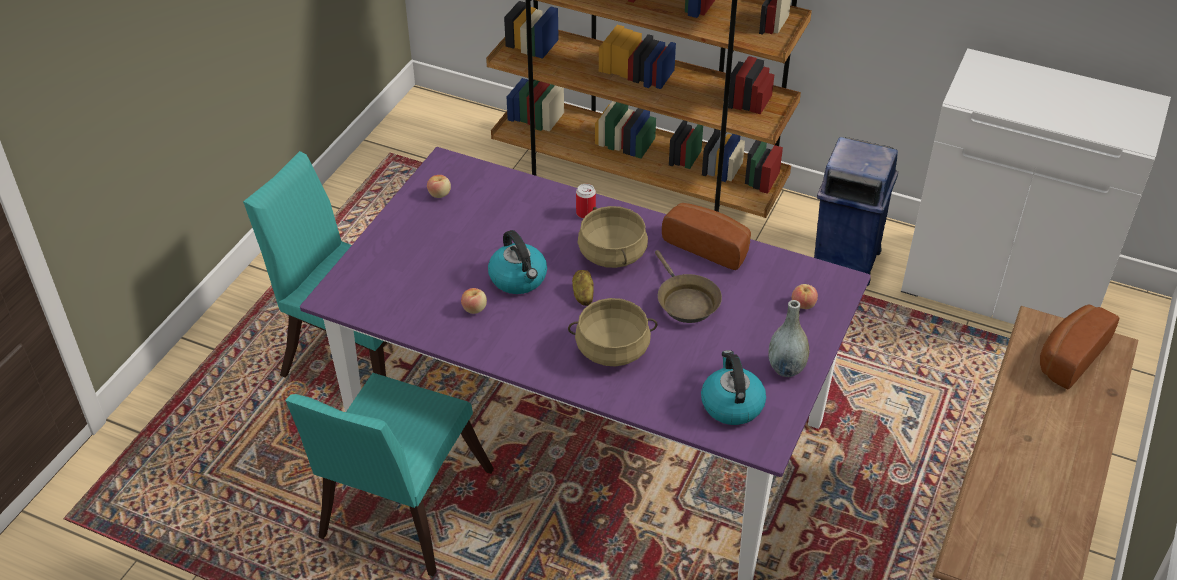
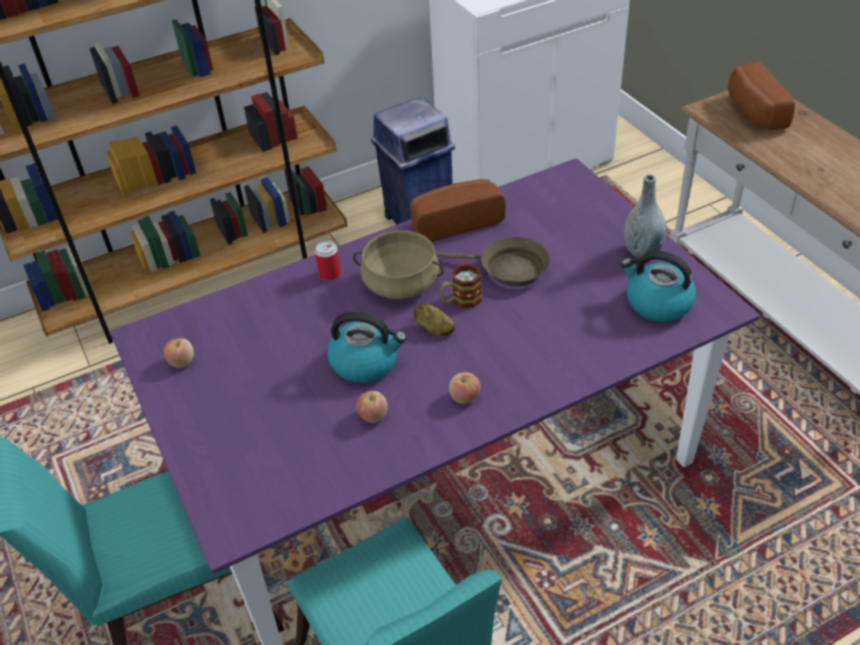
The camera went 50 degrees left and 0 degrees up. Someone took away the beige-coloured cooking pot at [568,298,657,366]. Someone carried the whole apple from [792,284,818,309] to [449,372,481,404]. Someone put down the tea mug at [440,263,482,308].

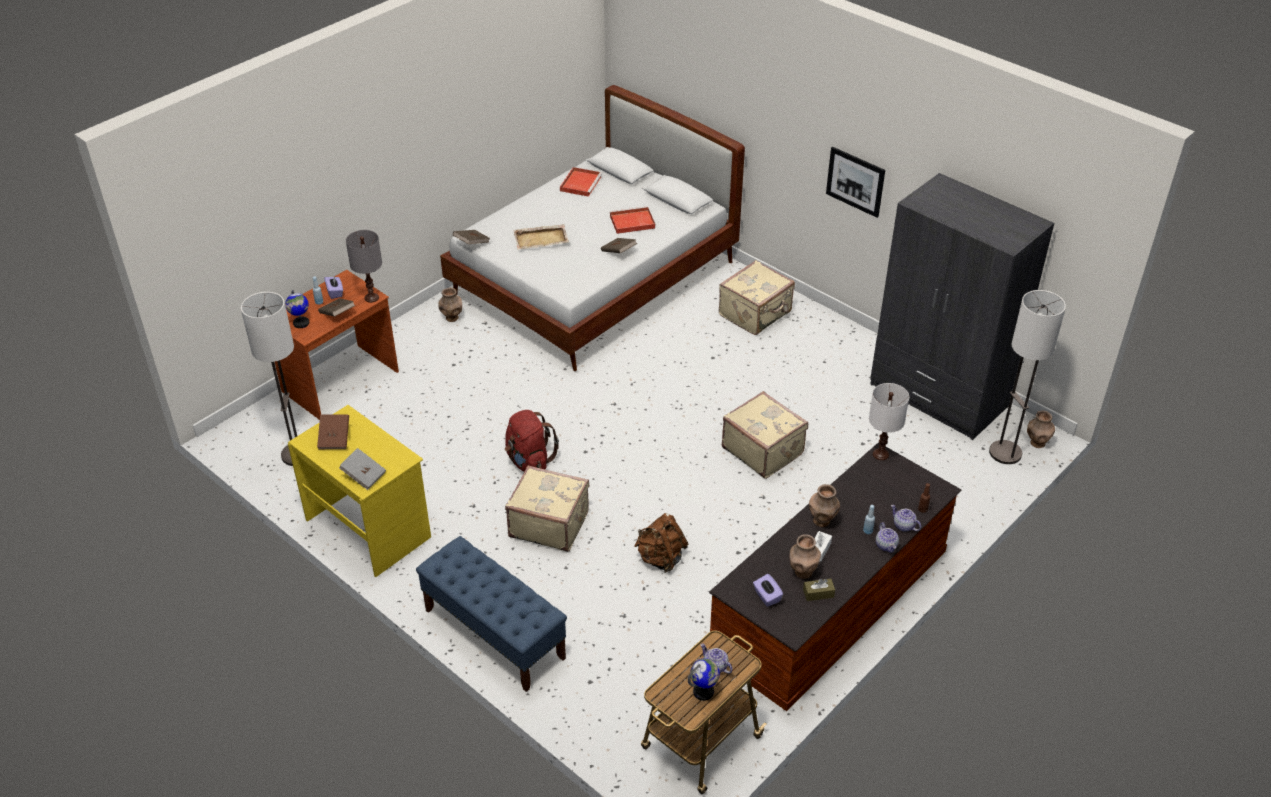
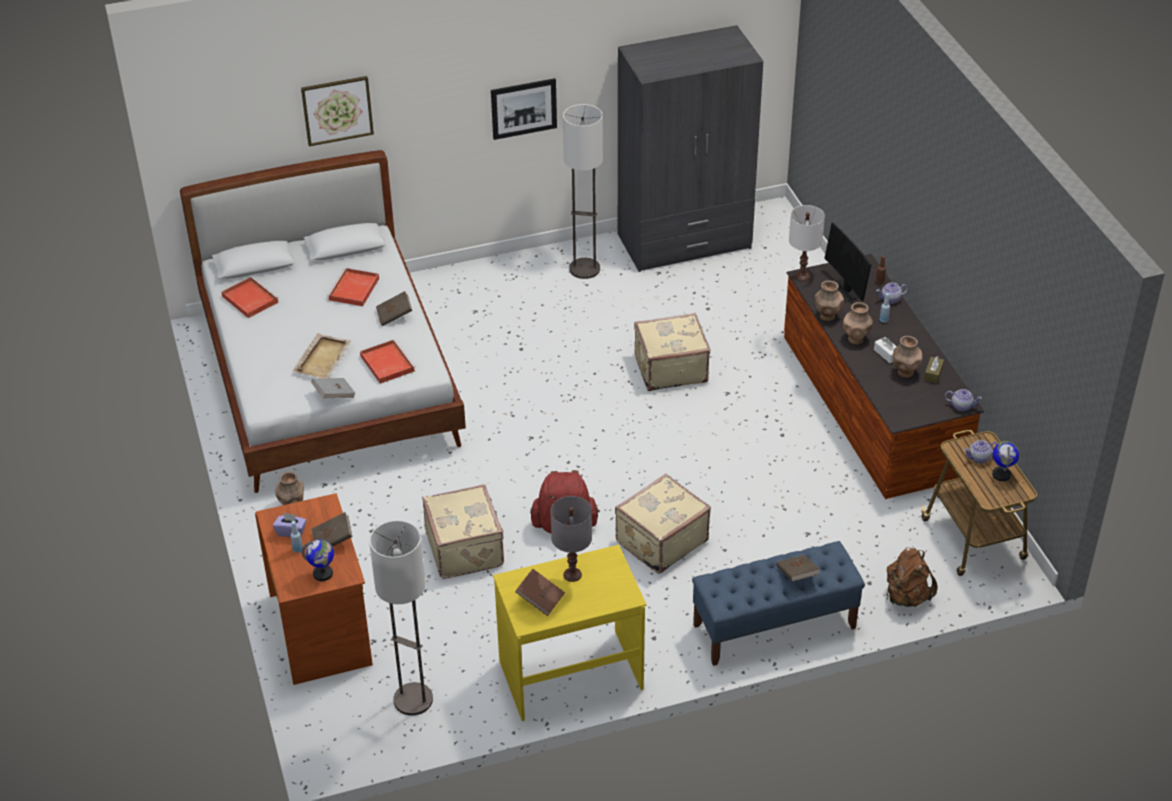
The camera went 60 degrees left and 0 degrees up. Someone carried the greyish volume from [339,448,386,490] to [311,378,356,399]. Someone carried the greyish table lamp from [346,230,382,303] to [551,496,592,582]. Someone carried the brown volume from [453,230,490,244] to [776,555,820,582]. Someone carried the brown knapsack from [634,513,688,573] to [887,547,937,607]. Someone carried the beige-coloured suitcase from [719,260,795,335] to [422,484,504,579]. Someone took away the purplish tissue box at [753,574,783,607]. Someone carried the teapot from [876,522,899,553] to [945,389,982,411]. Someone carried the standing lamp from [989,290,1066,464] to [563,104,603,279]. Someone carried the brown decorative vase from [1027,410,1055,448] to [814,280,844,321]. Someone put up the wall art at [301,76,374,146]. Someone put down the red-coloured tray at [360,339,416,384]. Someone put down the computer screen at [824,223,872,302].

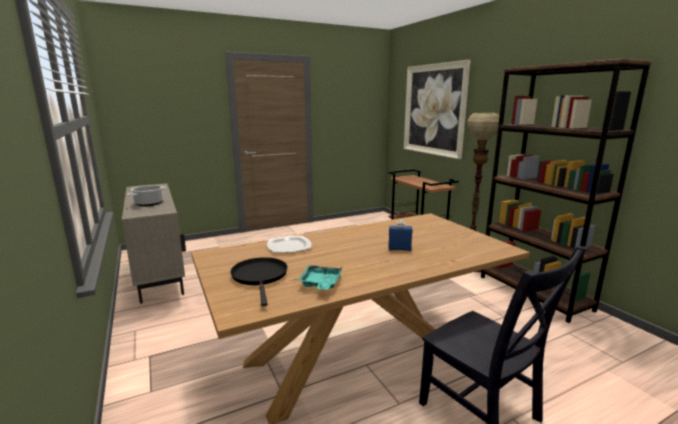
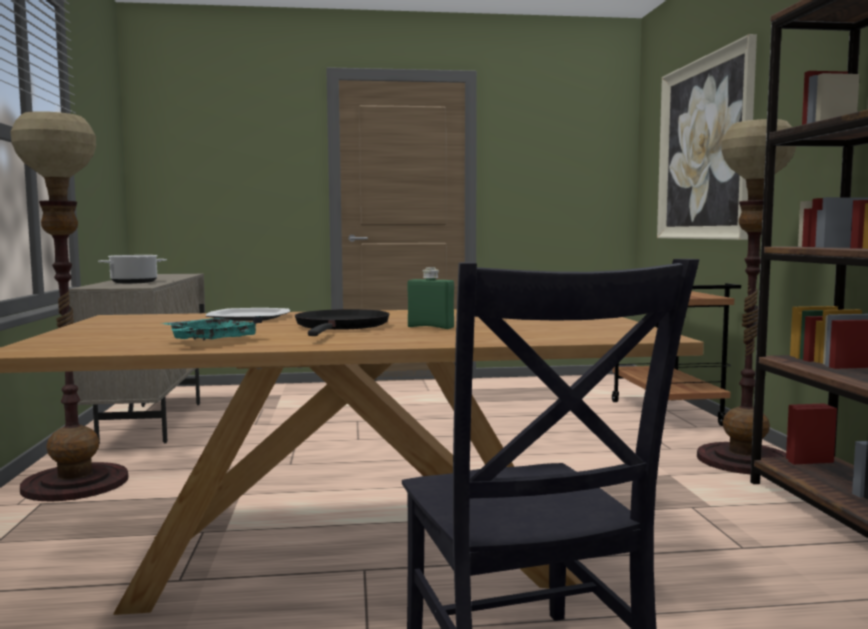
The camera went 20 degrees right and 10 degrees down. Someone carried the black-coloured skillet from [230,257,288,306] to [295,309,389,336]. Someone repainted the blue bottle at [388,220,413,251], which became the green-coloured bottle at [407,267,454,329]. Someone put down the standing lamp at [11,111,129,501].

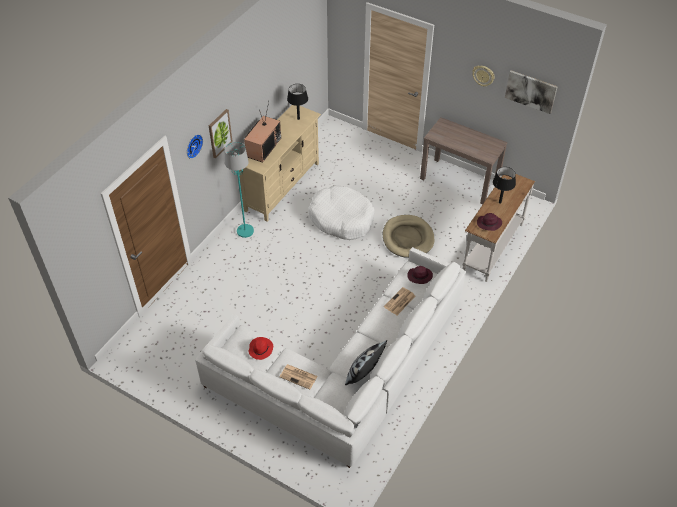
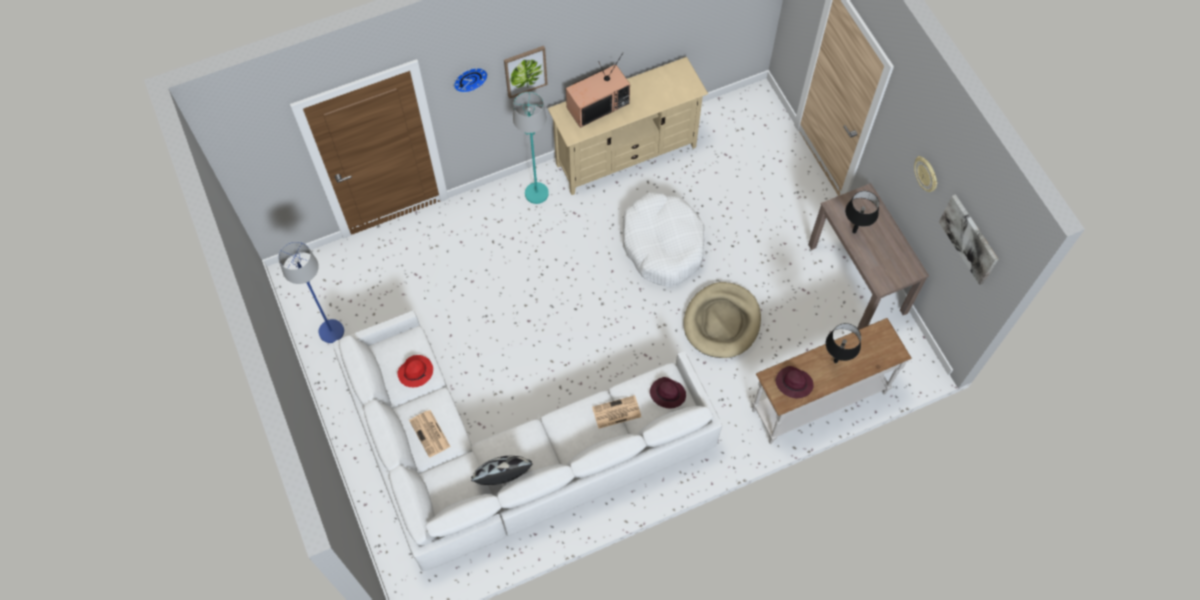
The camera went 35 degrees right and 15 degrees up. Someone carried the black-coloured table lamp from [287,84,308,120] to [845,191,879,234]. Someone put down the blue standing lamp at [278,241,344,343].

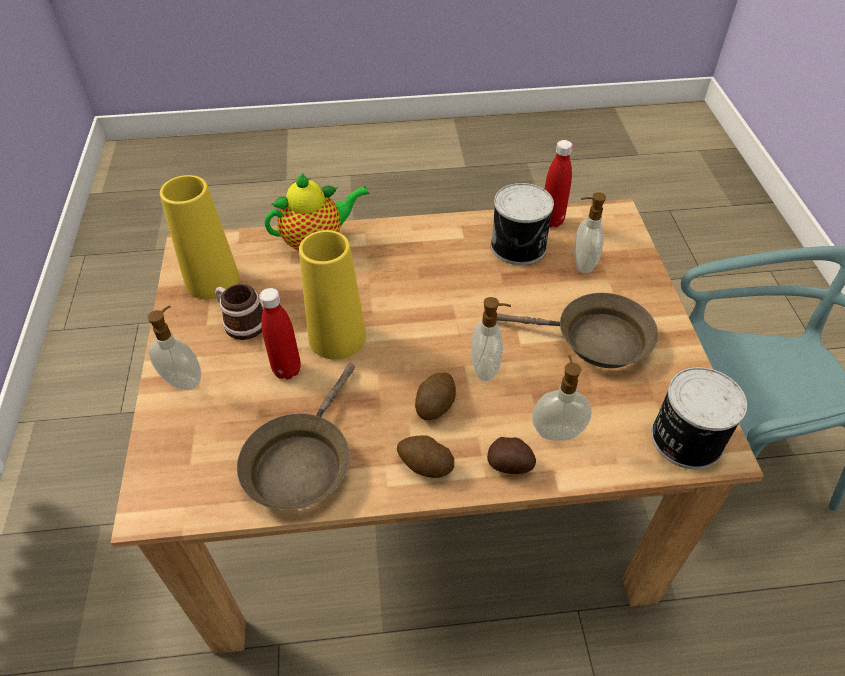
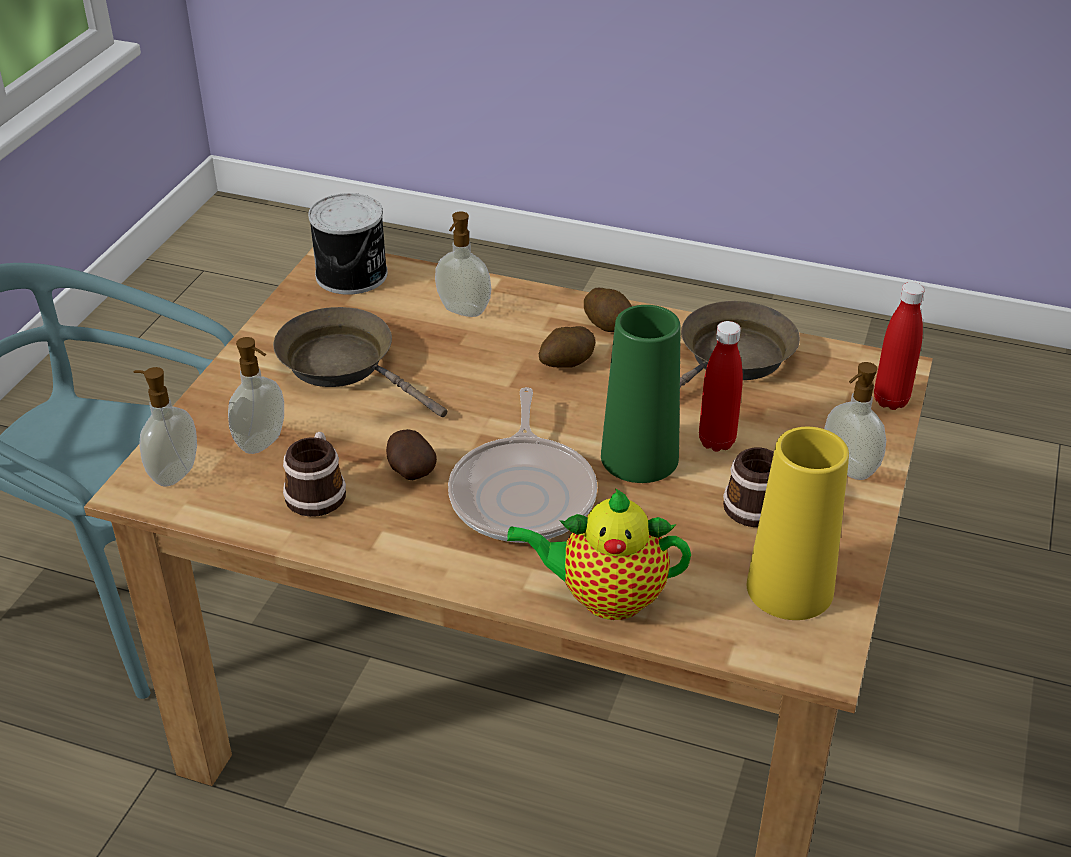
The camera went 155 degrees left and 10 degrees down. Someone repainted the yellowish decorative vase at [299,230,366,360], which became the green-coloured decorative vase at [601,305,681,483]. Someone carried the soap bottle from [471,297,511,381] to [134,367,197,487]. Someone carried the whole potato from [487,437,536,474] to [386,429,437,480]. Someone swapped the metal can at [491,183,554,265] for the tea mug at [283,432,346,517]. Someone carried the red-coloured bottle from [545,140,573,227] to [874,282,925,410]. Someone put down the skillet at [448,387,597,543].

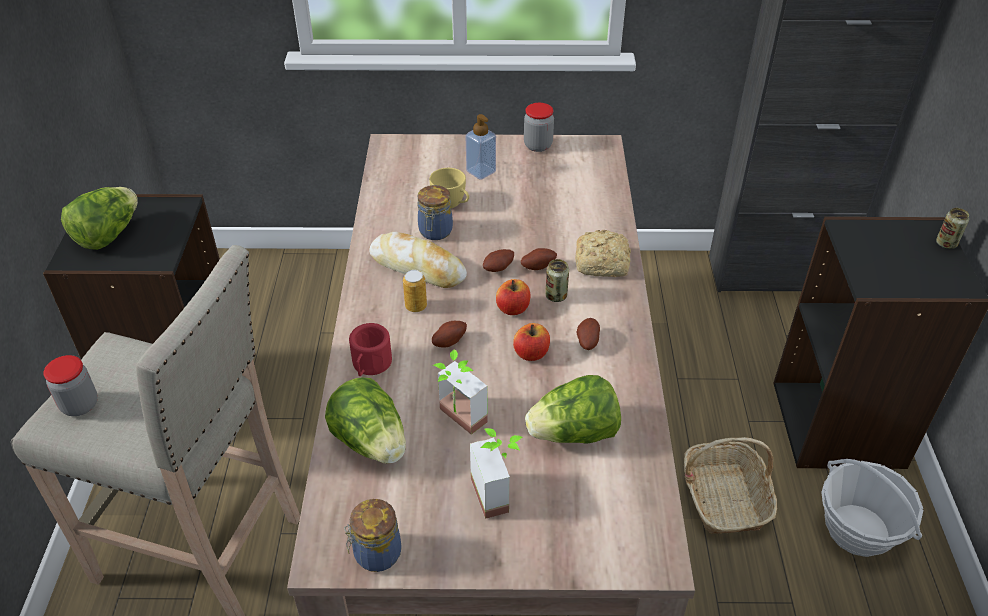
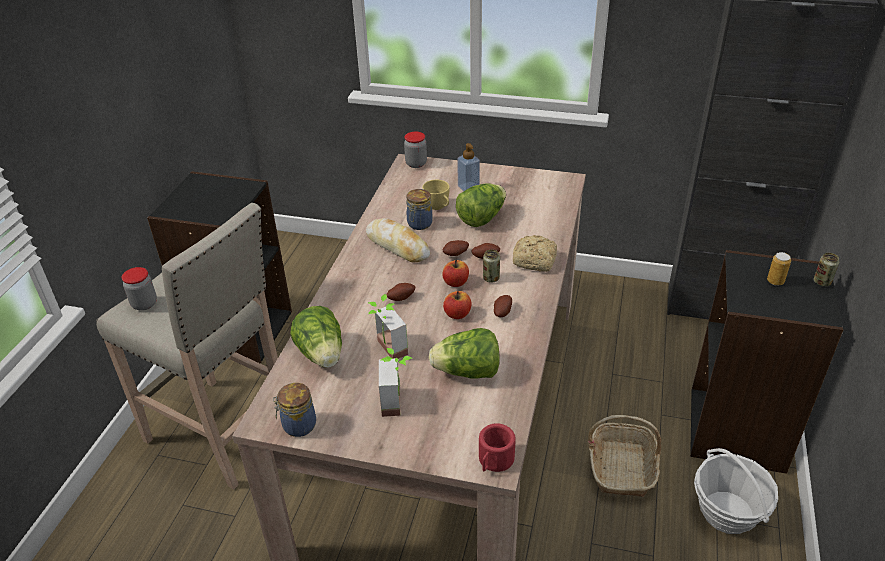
The camera went 15 degrees right and 5 degrees down. Someone carried the lettuce head from [61,187,138,250] to [456,183,506,227]. Someone carried the red-coloured tea mug from [349,323,392,376] to [479,423,516,472]. Someone carried the metal can from [403,270,427,312] to [767,252,791,286]. Someone carried the jar from [524,103,554,152] to [404,131,427,168].

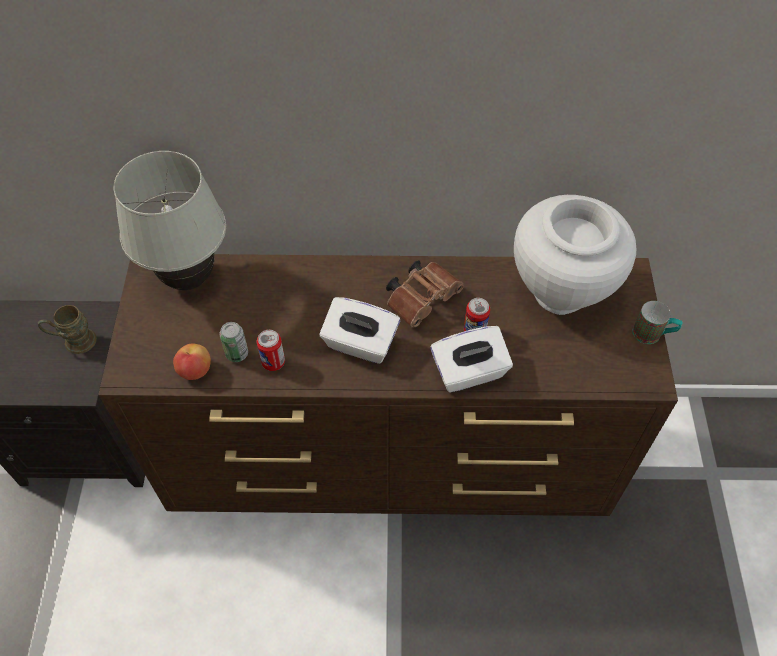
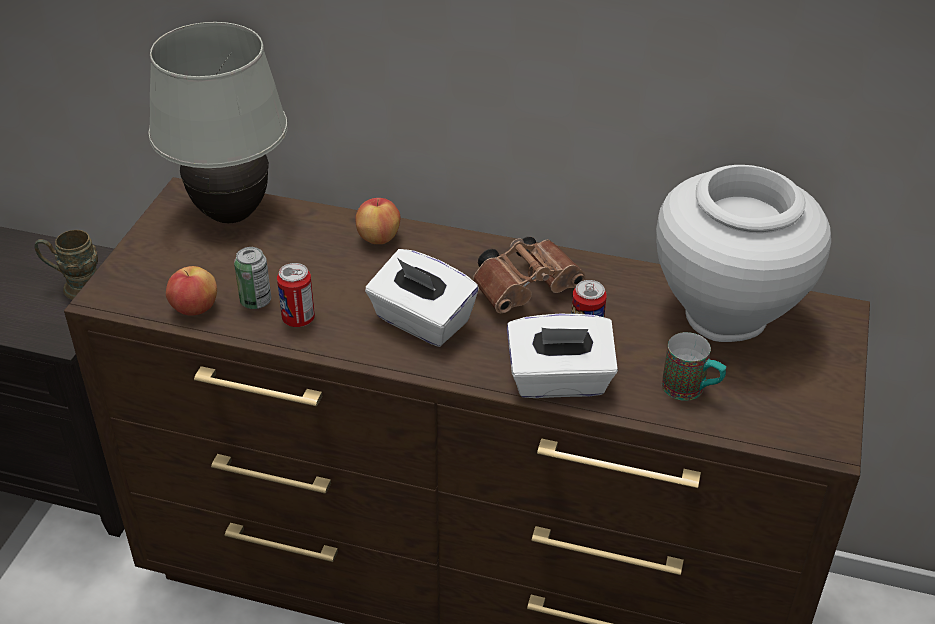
The camera went 15 degrees right and 15 degrees down. Someone carried the tea mug from [633,301,683,344] to [662,332,726,401]. Someone put down the whole apple at [355,198,400,244].

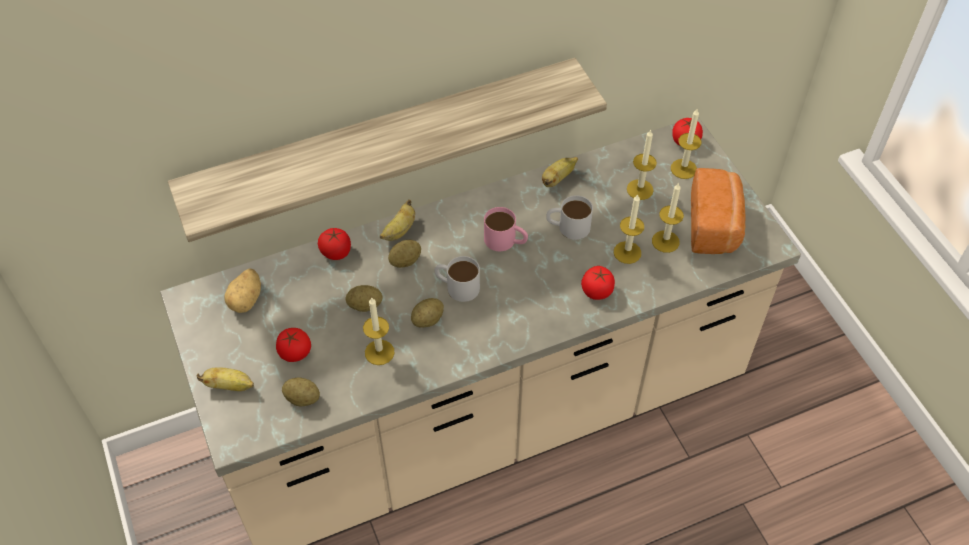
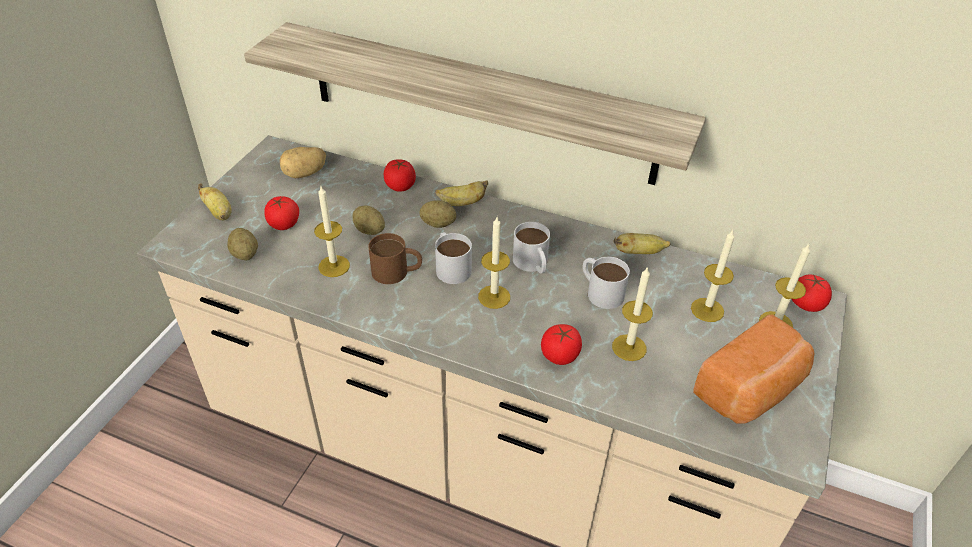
The camera went 45 degrees right and 10 degrees down. Someone swapped the whole potato at [411,298,444,328] for the brown tea mug at [368,233,422,284]. Someone repainted the pinkish tea mug at [484,207,528,251], which became the white-coloured tea mug at [513,222,550,273]. Someone carried the candle from [652,182,684,253] to [478,217,510,309].

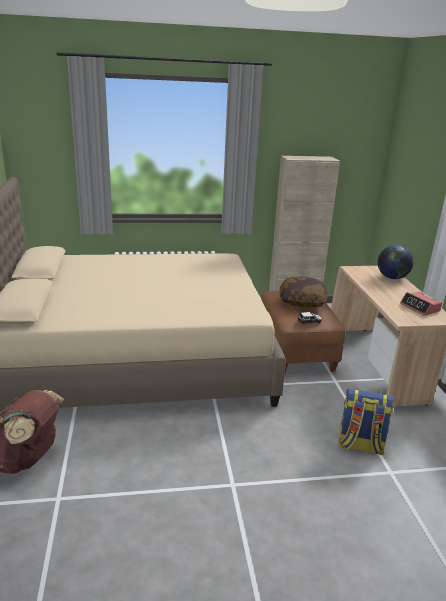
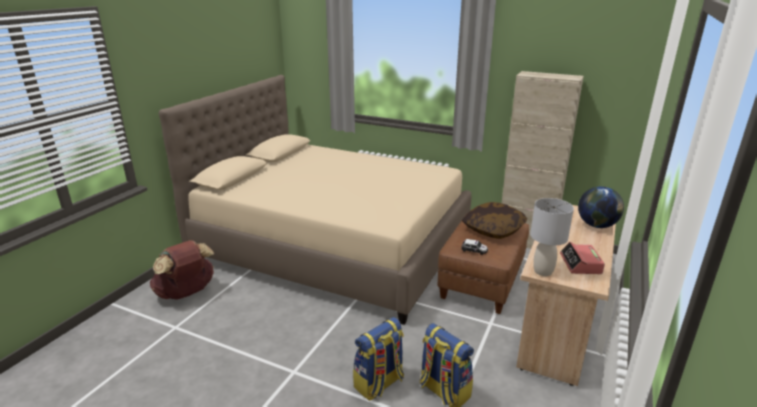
The camera went 35 degrees right and 0 degrees up. Someone put down the knapsack at [353,317,404,401]. Someone put down the greyish table lamp at [530,198,574,276].

